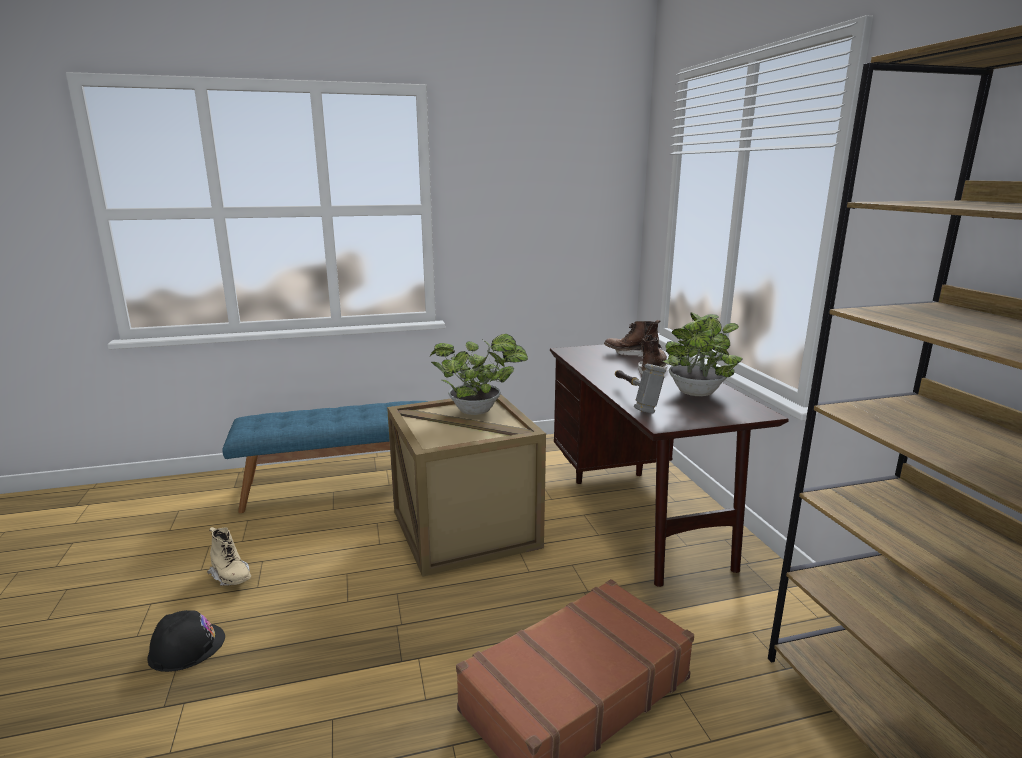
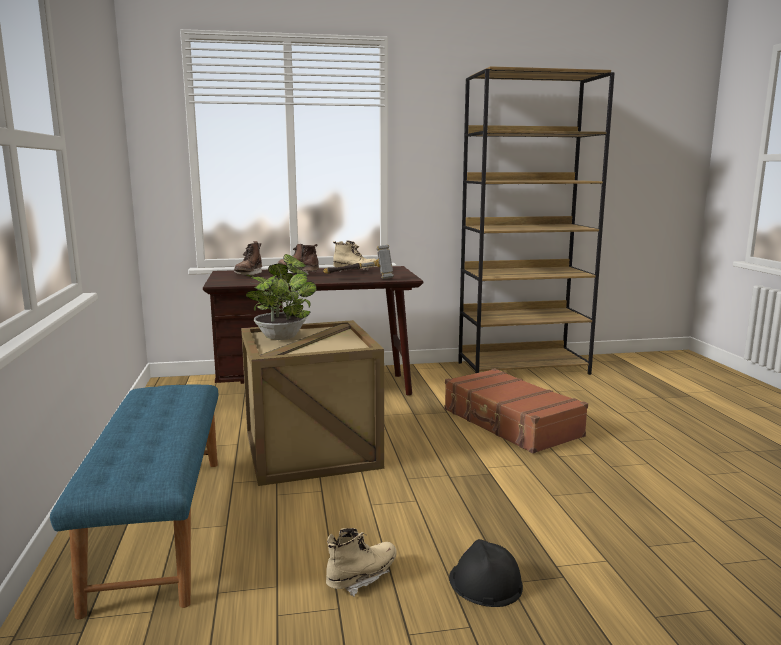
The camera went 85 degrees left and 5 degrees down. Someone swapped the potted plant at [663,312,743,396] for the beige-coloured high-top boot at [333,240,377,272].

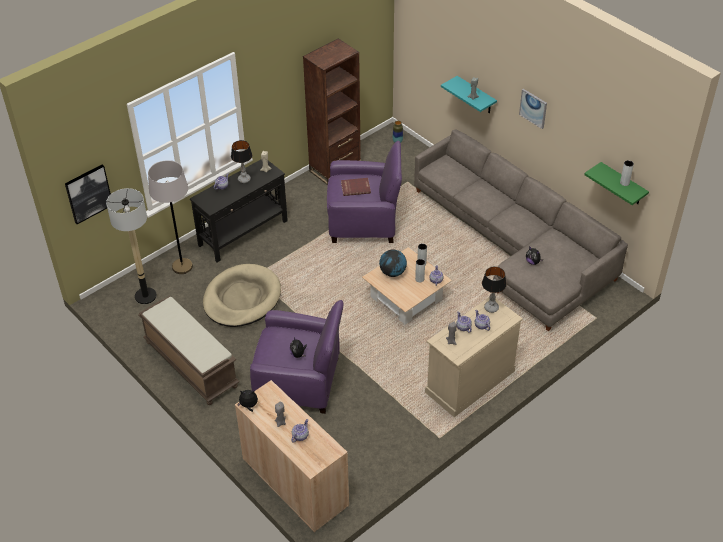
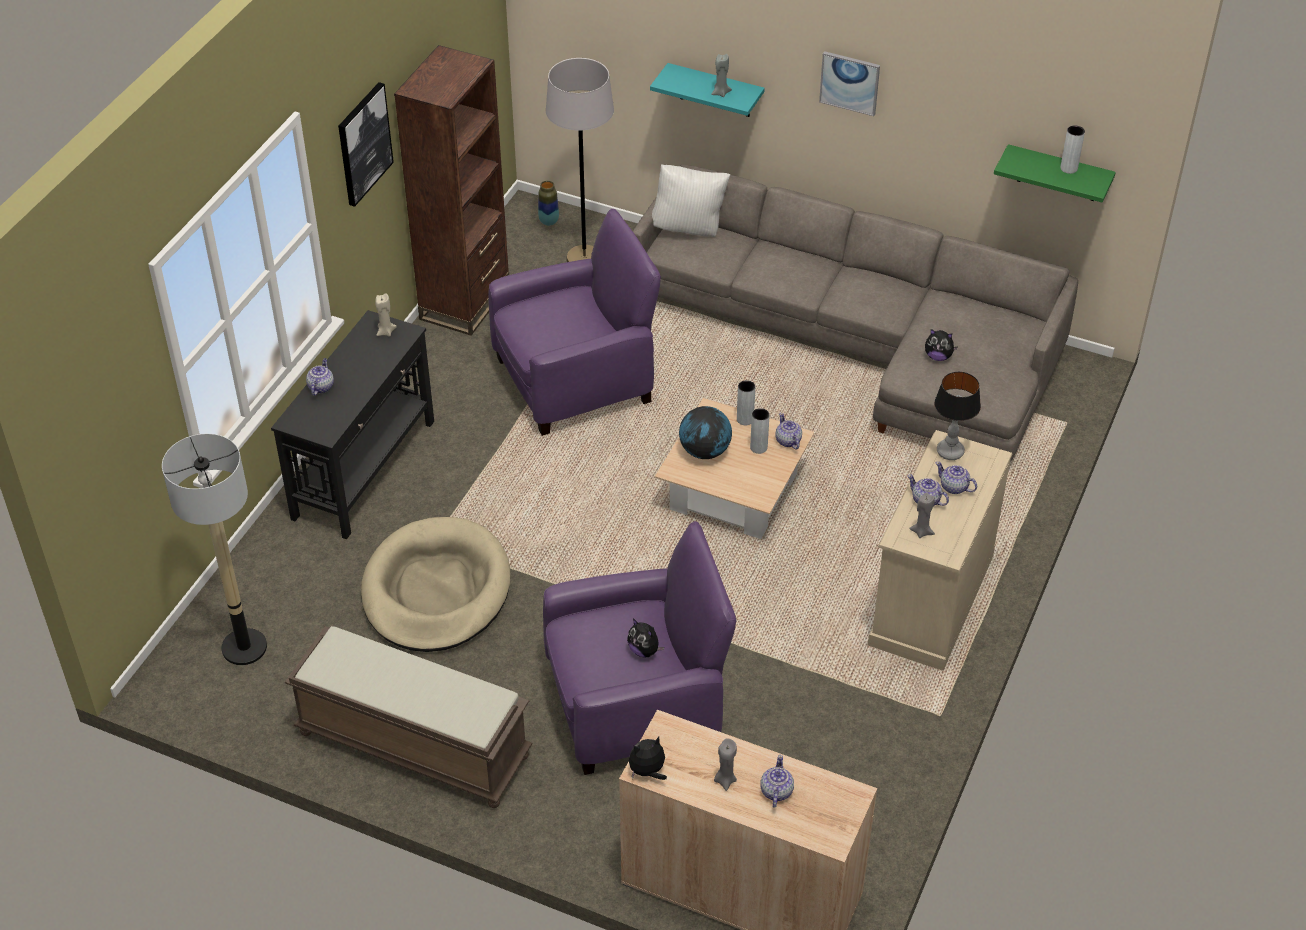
The camera went 25 degrees left and 0 degrees up. Someone carried the wall art from [65,164,111,224] to [338,82,394,207]. Someone carried the greyish standing lamp from [148,160,193,274] to [546,58,614,262]. Someone took away the table lamp at [231,140,252,183]. Someone took away the red-coloured volume at [341,178,371,196]. Someone put down the white-coloured throw pillow at [652,164,730,237].

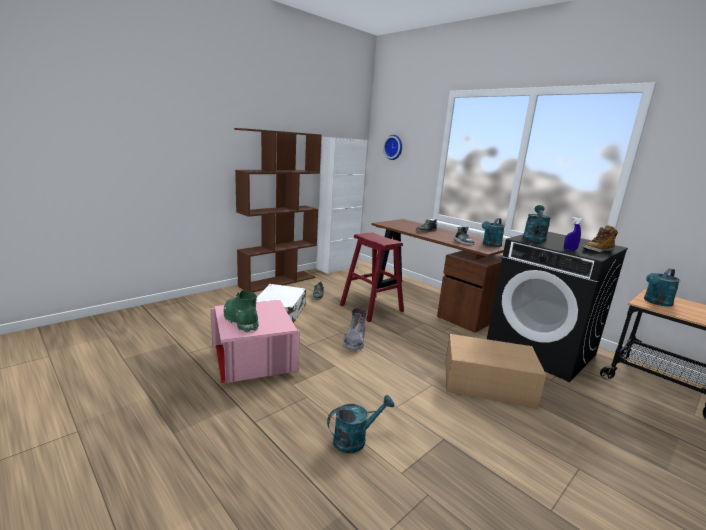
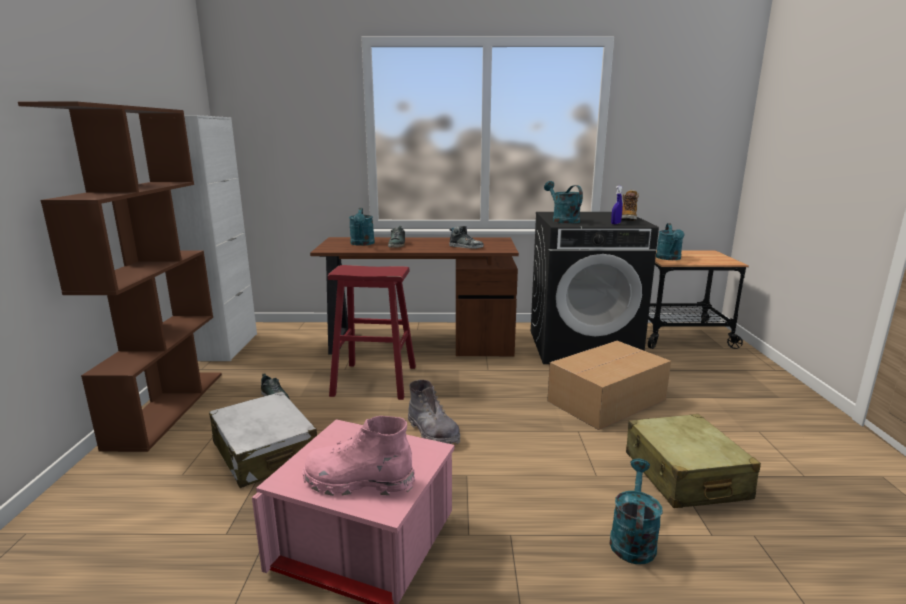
The camera went 45 degrees left and 0 degrees up. Someone repainted the green-coloured high-top boot at [223,290,259,333], which became the pinkish high-top boot at [302,416,415,496]. Someone took away the clock on the wall at [383,135,402,160]. Someone carried the blue-green watering can from [482,218,505,247] to [349,208,375,246]. Someone put down the beige-coloured suitcase at [626,414,761,508].

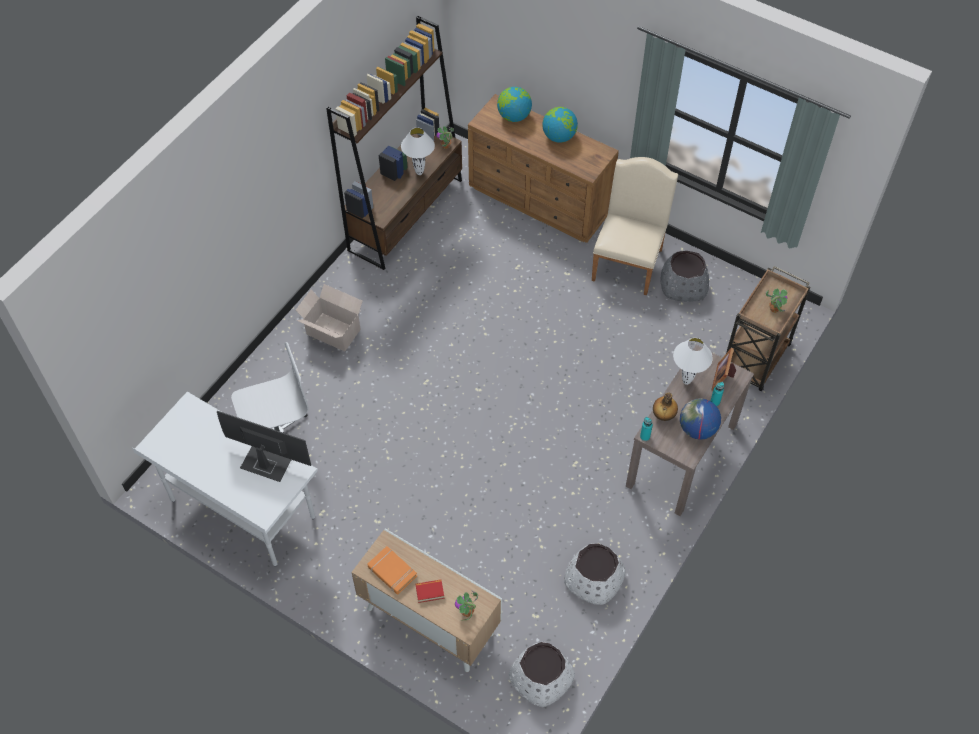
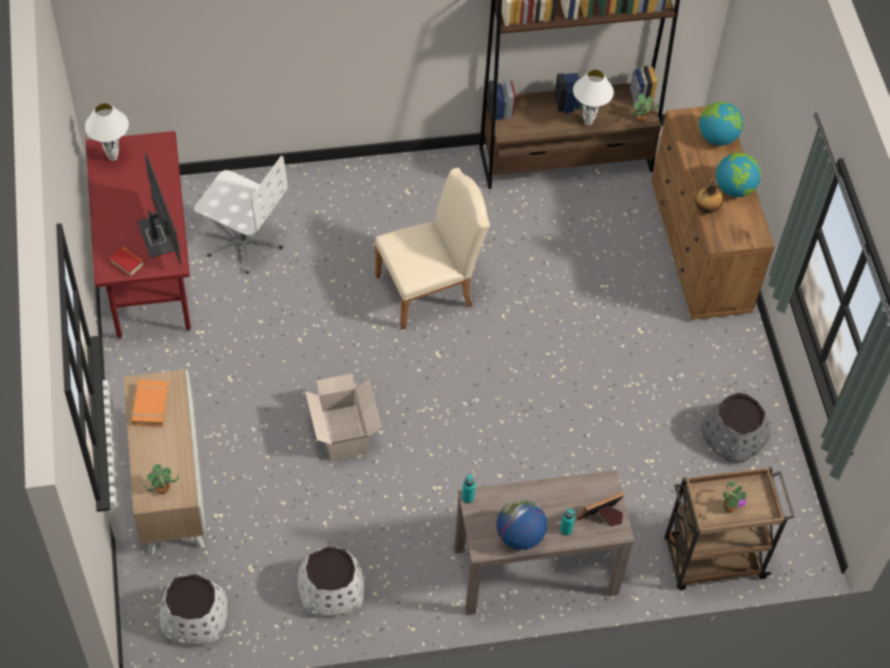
The camera went 45 degrees right and 0 degrees up. Someone repainted the white-coloured desk unit at [132,392,318,567], which became the red-coloured desk unit at [85,131,191,339]. Someone carried the carton from [296,284,363,352] to [305,373,382,461]. Someone carried the volume from [415,580,444,603] to [110,247,144,277]. Someone carried the beige-coloured upright chair from [592,157,678,295] to [375,168,490,330]. Someone carried the bottle from [653,393,678,421] to [695,179,723,213]. Someone carried the white-coloured table lamp from [673,338,713,385] to [85,103,129,161].

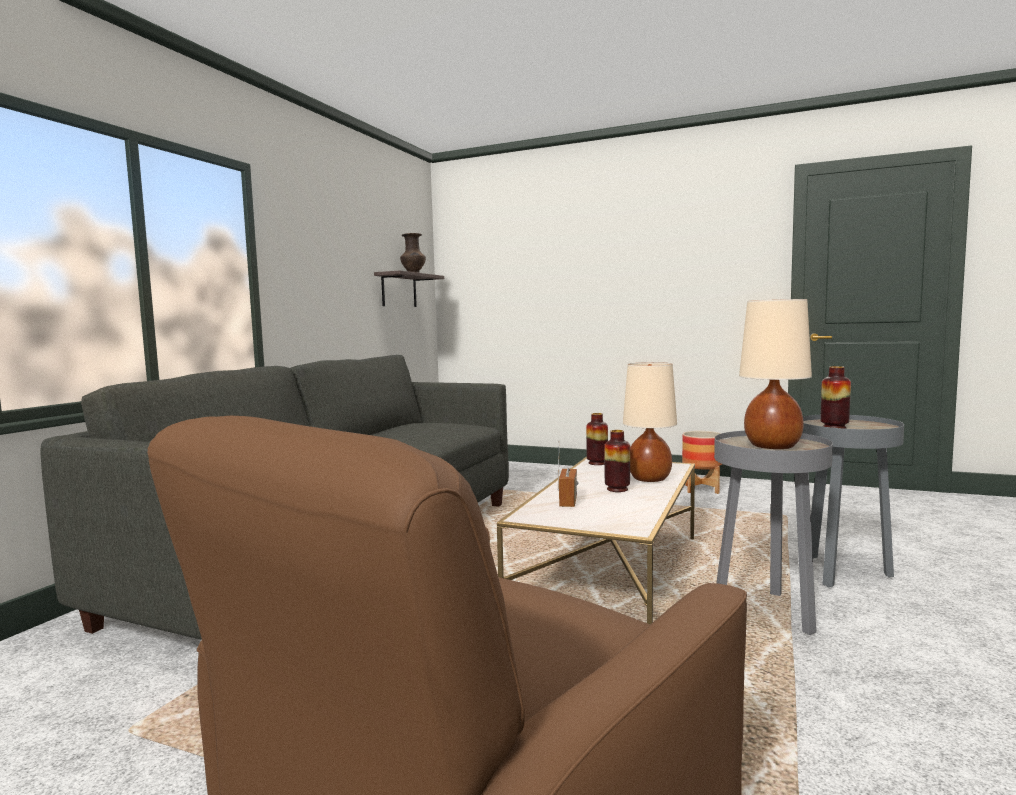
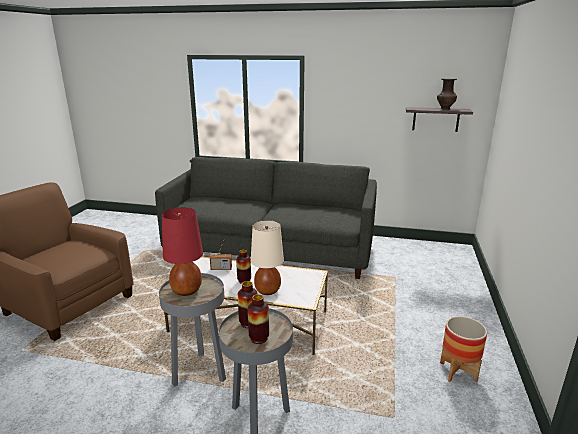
The camera went 80 degrees right and 15 degrees up. Someone carried the decorative vase from [586,413,608,465] to [248,294,269,344]. Someone repainted the beige-coloured table lamp at [739,299,812,449], which became the red-coloured table lamp at [162,208,203,296].

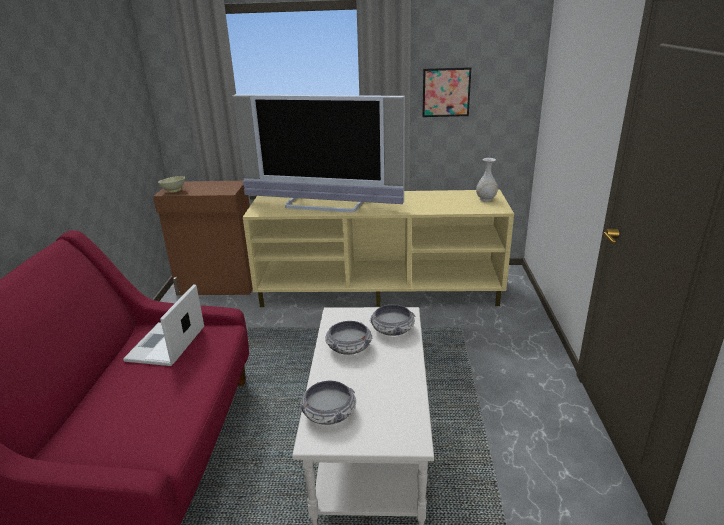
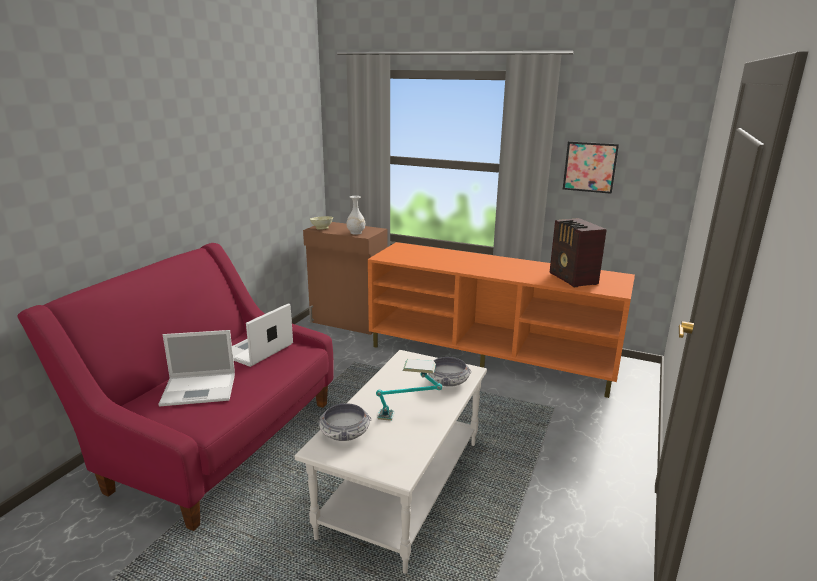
The camera went 20 degrees right and 5 degrees down. Someone took away the television at [233,94,405,213]. Someone repainted the beige-coloured media console at [243,190,514,307], which became the orange-coloured media console at [368,242,635,398]. Someone took away the deep dish at [325,321,372,355]. Someone carried the white-coloured decorative vase from [476,158,498,202] to [347,196,365,235]. Someone put down the portable computer at [158,330,235,406]. Someone put down the table lamp at [376,359,442,421]. Someone put down the radio receiver at [550,218,607,287].

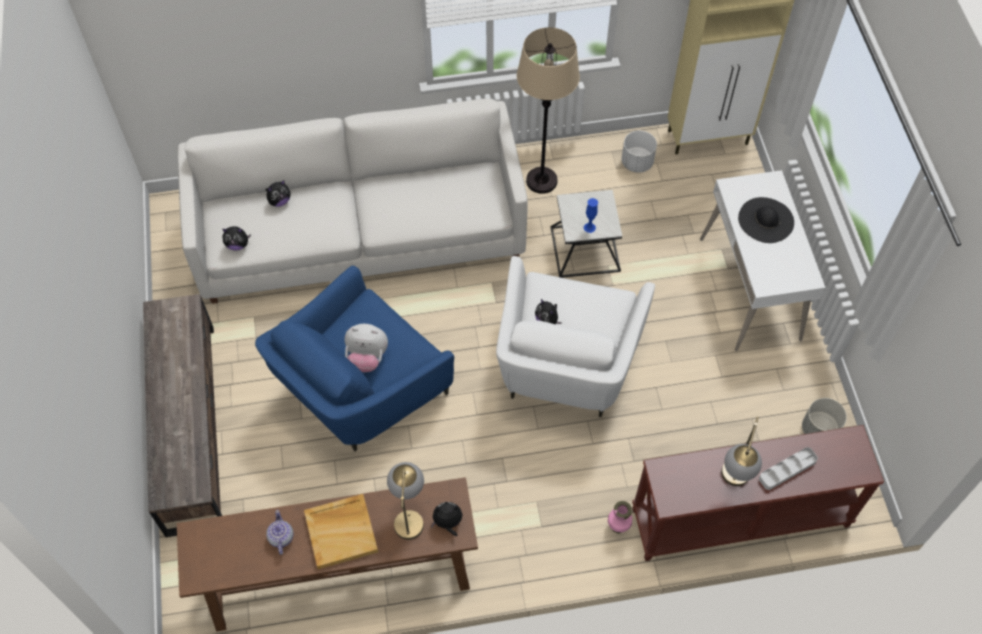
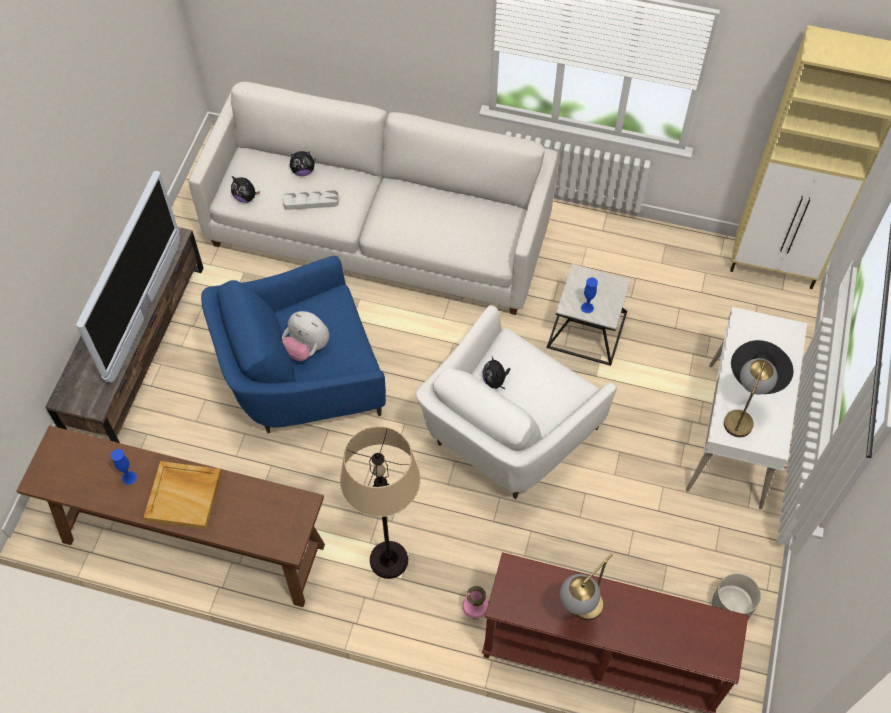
The camera went 25 degrees right and 0 degrees up. Someone swapped the teapot at [266,510,294,555] for the blue decorative vase at [111,449,137,485]. Someone carried the table lamp from [387,462,424,540] to [724,358,778,437]. Someone took away the soft toy at [431,502,462,536]. Someone carried the beige-coloured standing lamp from [517,27,580,194] to [340,427,420,579]. Someone took away the white-coloured planter at [621,131,657,173]. Someone carried the greyish tray from [759,447,818,490] to [283,190,339,210]. Someone put down the television at [76,171,180,382].

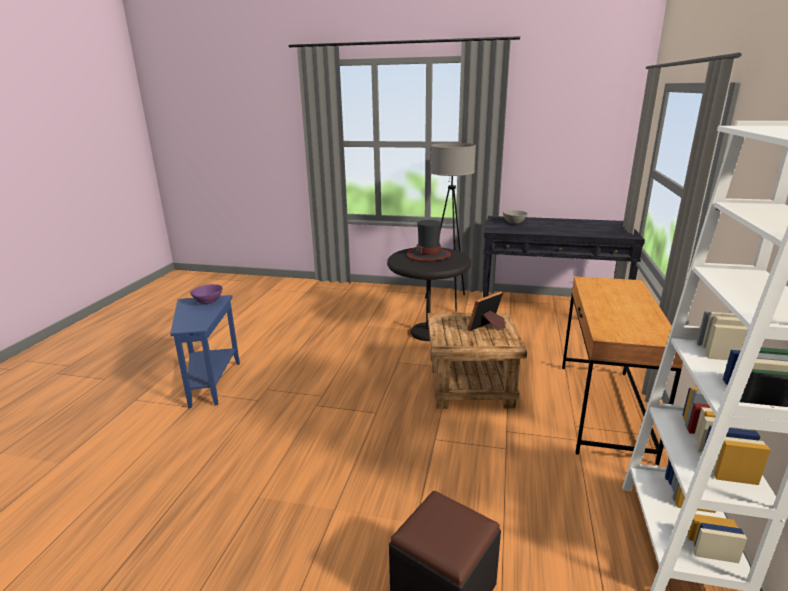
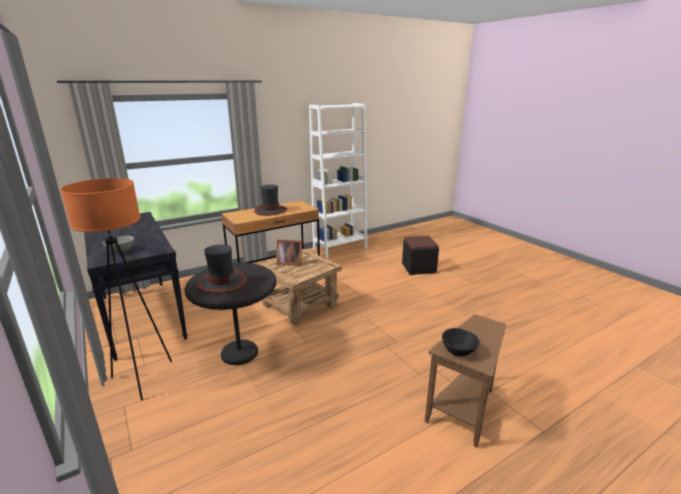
The camera went 135 degrees left and 0 degrees up. Someone repainted the blue end table at [170,295,240,408], which became the brown end table at [425,314,506,447]. Someone repainted the purplish deep dish at [190,284,222,304], which became the black-coloured deep dish at [442,328,480,357]. Someone repainted the greyish standing lamp at [425,143,476,311], which became the orange-coloured standing lamp at [61,178,172,401]. Someone put down the clothing hat at [254,185,287,216].

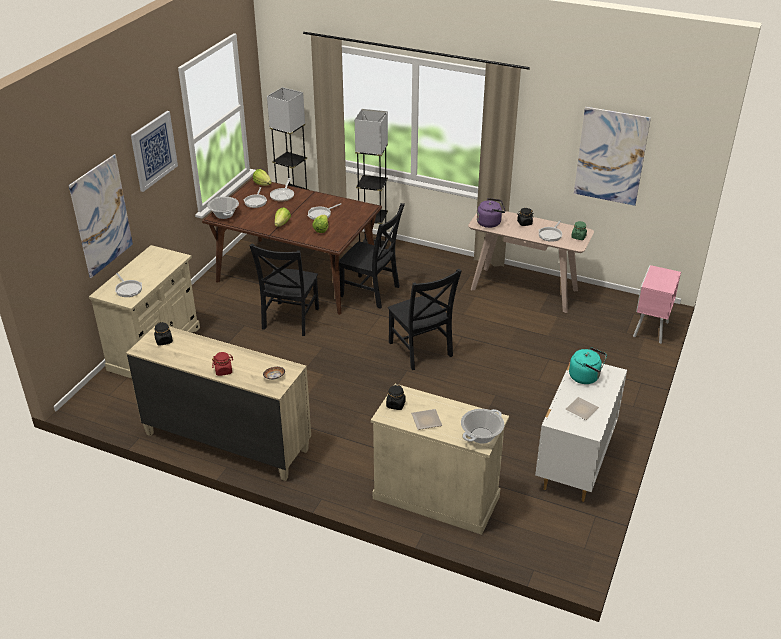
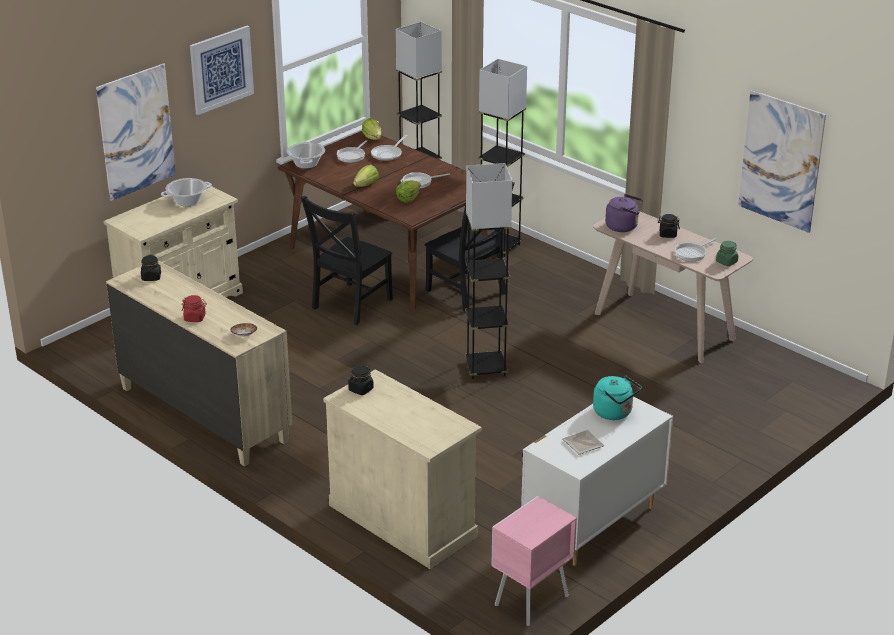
The camera went 20 degrees right and 5 degrees down. Someone took away the skillet at [115,273,142,297]. Someone swapped the black-coloured upright chair at [388,269,462,370] for the greyish standing lamp at [465,163,512,379]. Someone took away the plate at [411,409,442,430]. Someone carried the cooking pot from [461,409,504,444] to [161,178,212,206]. Someone carried the pinkish nightstand from [633,265,681,344] to [491,496,577,626].

